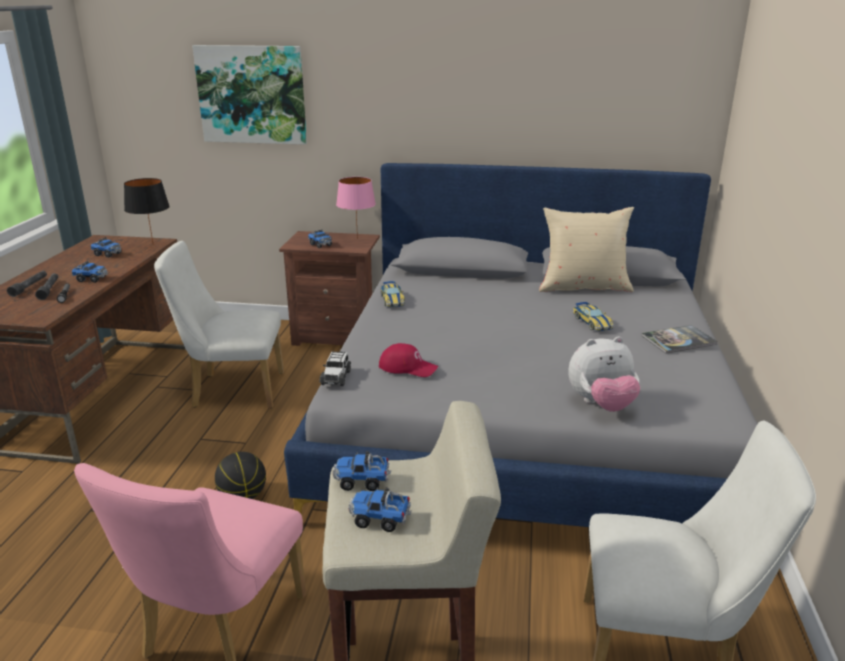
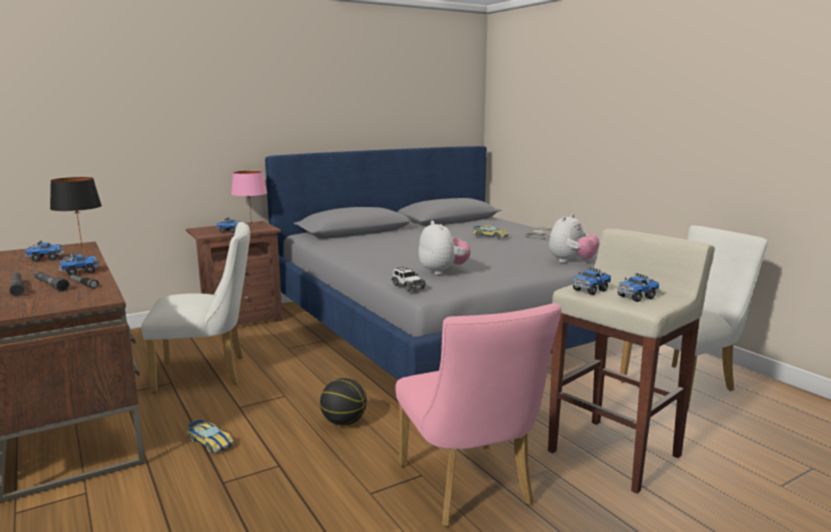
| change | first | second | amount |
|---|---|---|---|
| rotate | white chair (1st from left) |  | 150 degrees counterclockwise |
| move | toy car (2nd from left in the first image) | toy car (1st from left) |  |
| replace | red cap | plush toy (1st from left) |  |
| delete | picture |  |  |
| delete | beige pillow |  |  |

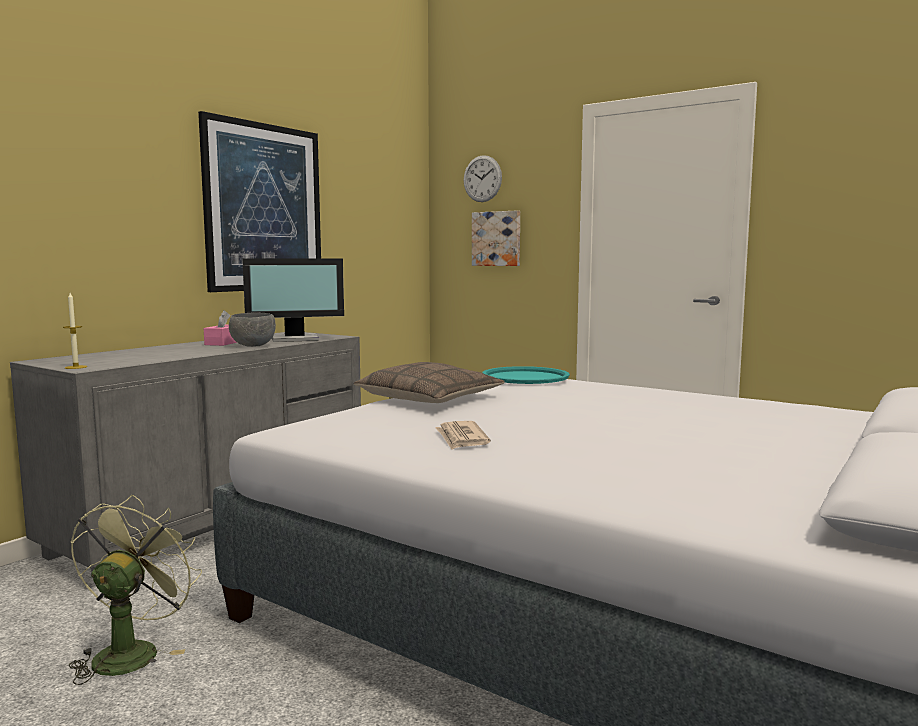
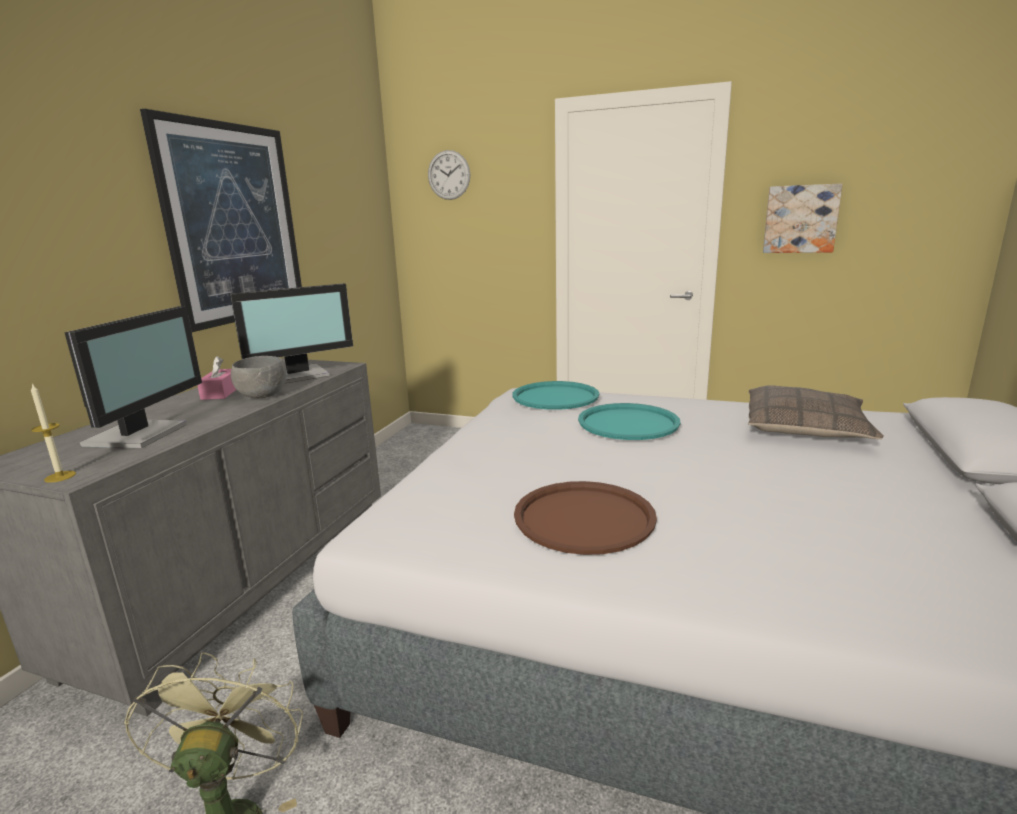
| change | first | second | amount |
|---|---|---|---|
| insert |  | monitor (1st from left) |  |
| replace | newspaper | brown tray |  |
| insert |  | turquoise tray (2nd from left) |  |
| move | pillow |  |  |
| move | picture (2nd from left) |  |  |

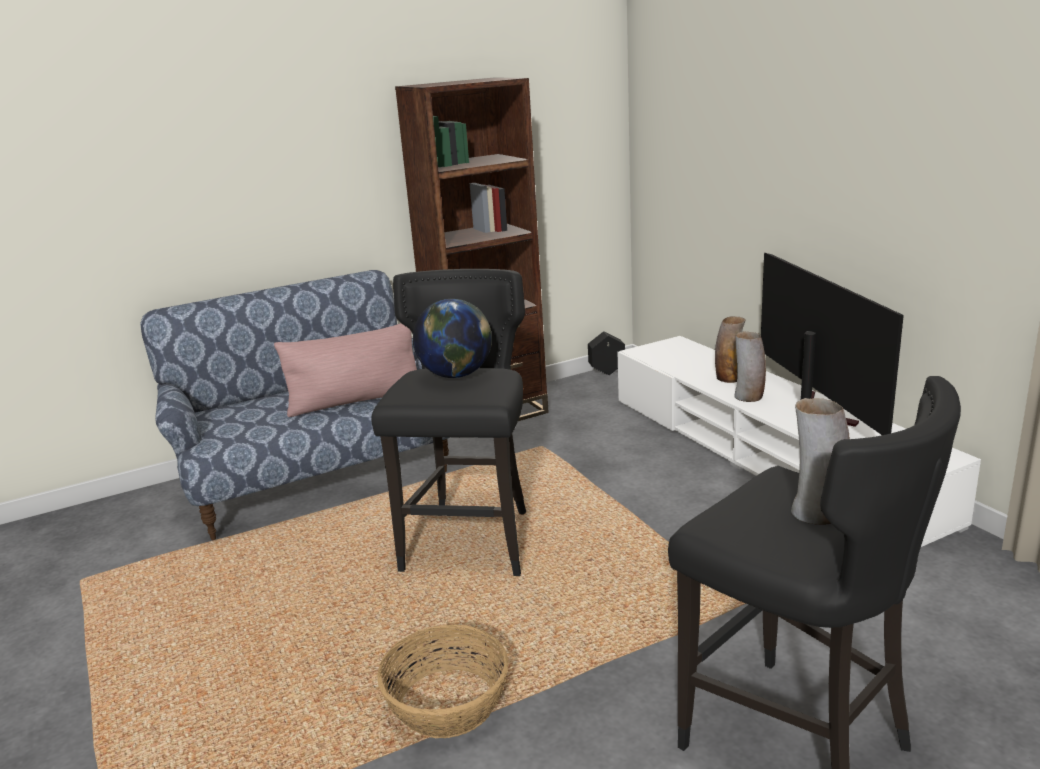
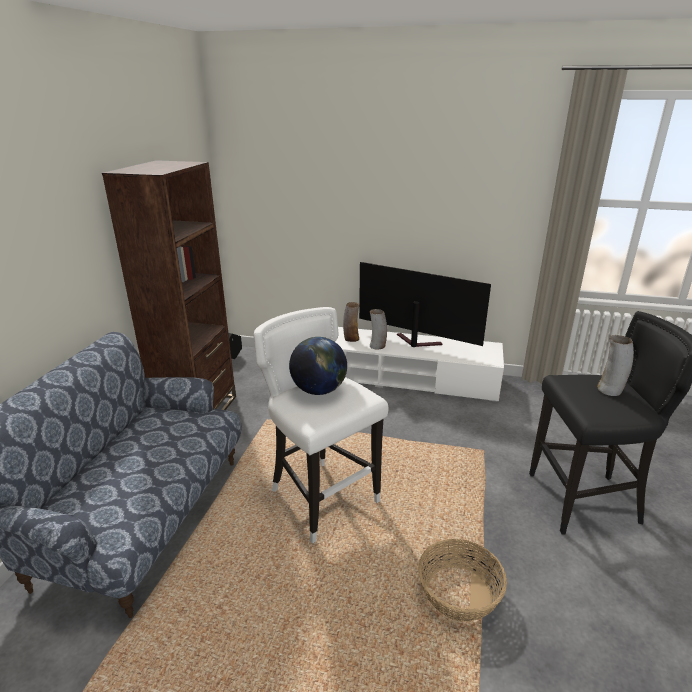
| change | first | second | amount |
|---|---|---|---|
| recolor | black stool (1st from left) | white stool |  |
| delete | pink pillow |  |  |

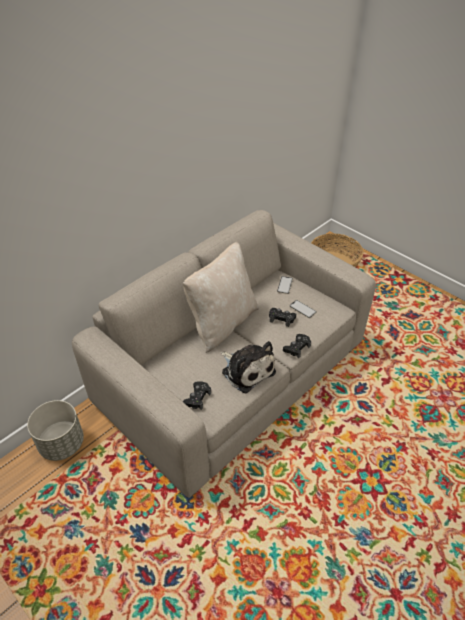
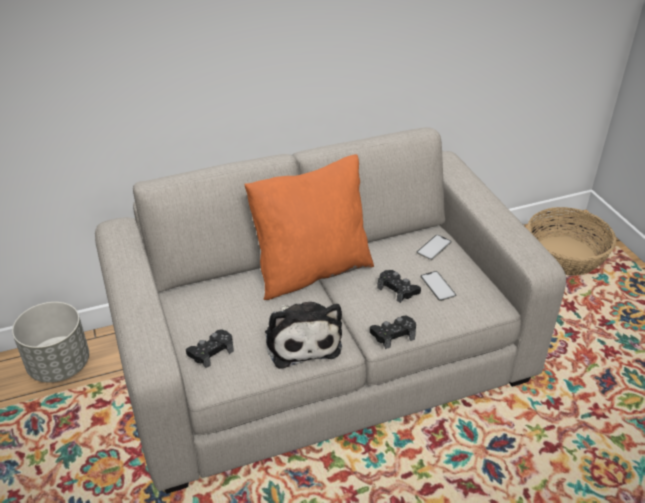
| change | first | second | amount |
|---|---|---|---|
| recolor | beige pillow | orange pillow |  |

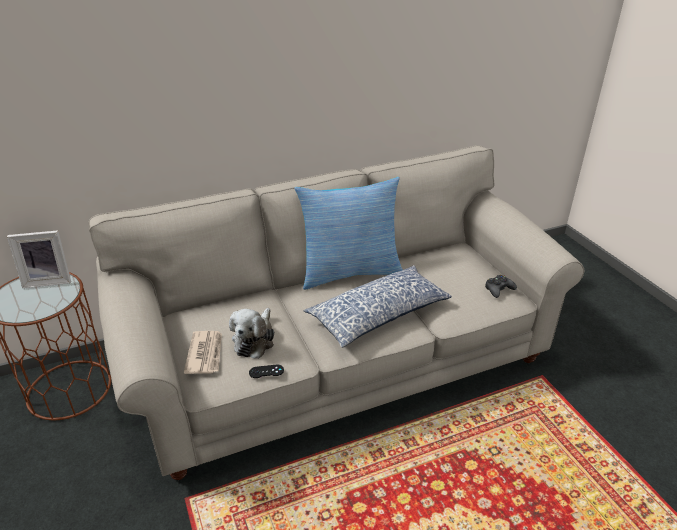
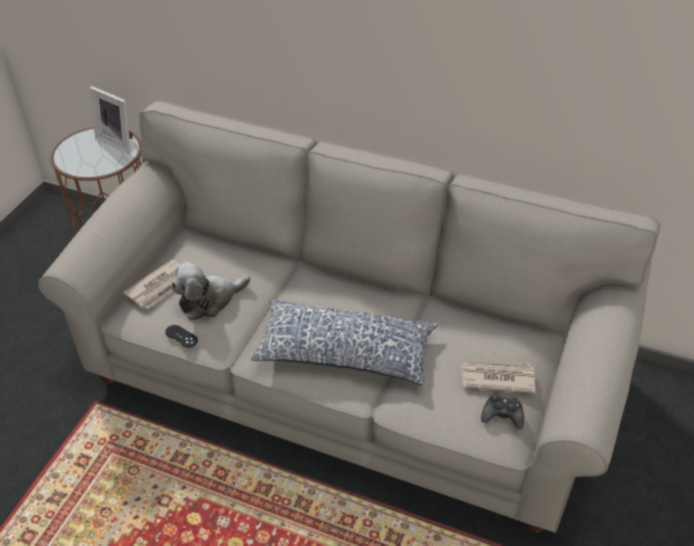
| change | first | second | amount |
|---|---|---|---|
| insert |  | newspaper (2nd from left) |  |
| delete | pillow (1st from left) |  |  |

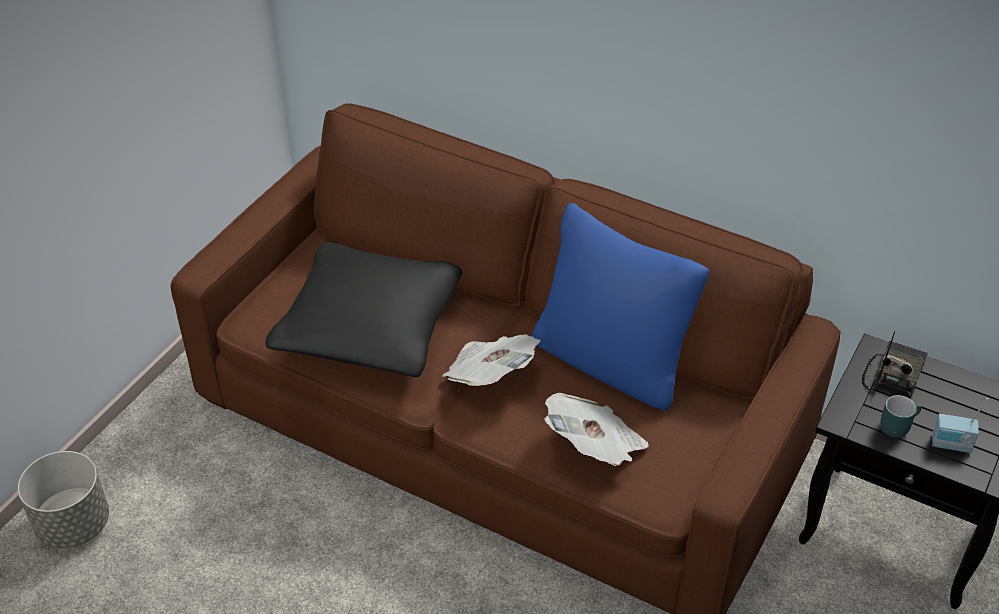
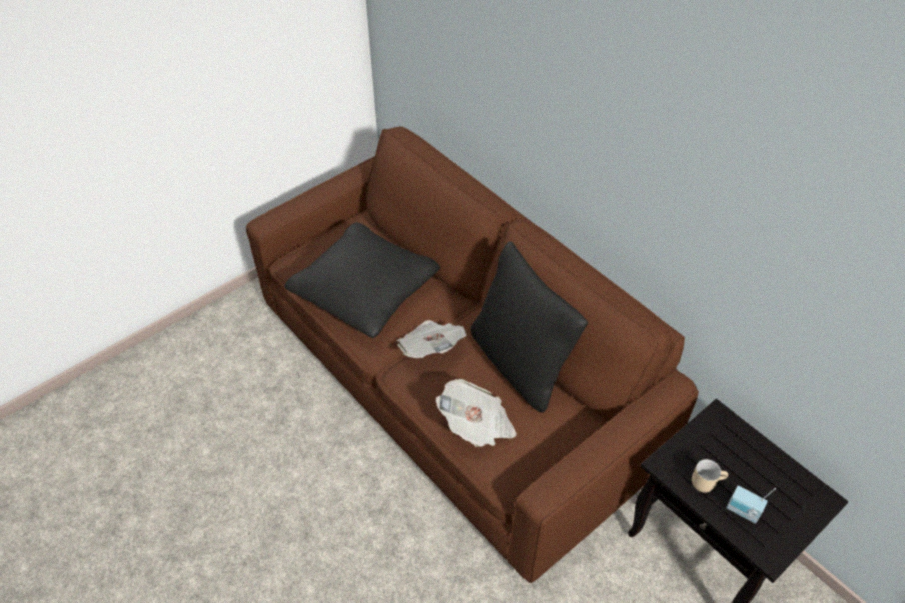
| change | first | second | amount |
|---|---|---|---|
| recolor | blue pillow | black pillow (2nd from left) |  |
| recolor | turquoise mug | beige mug |  |
| delete | grey planter |  |  |
| delete | radio (1st from left) |  |  |

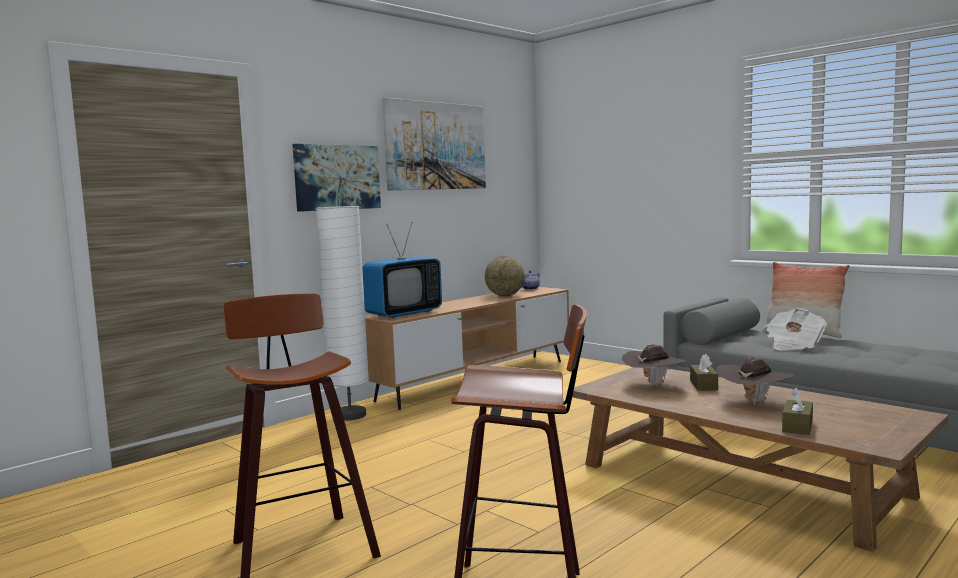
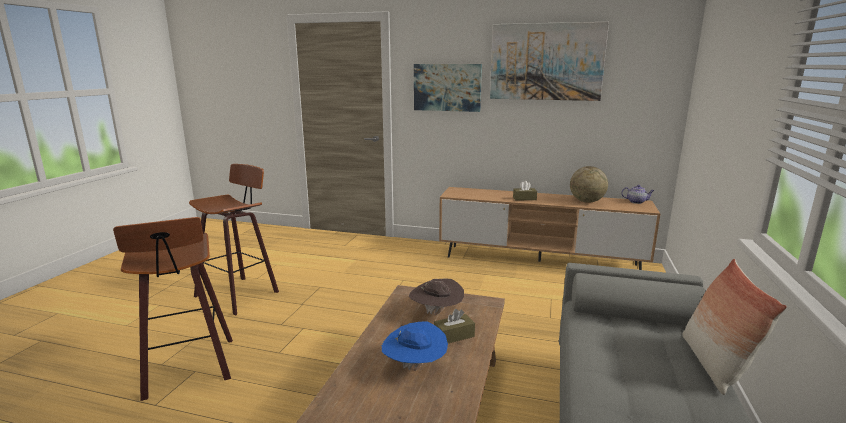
| change | first | second | amount |
|---|---|---|---|
| recolor | brown hat (2nd from left) | blue hat |  |
| move | brown tissue box (2nd from left) |  |  |
| delete | white floor lamp |  |  |
| delete | television |  |  |
| delete | newspaper |  |  |

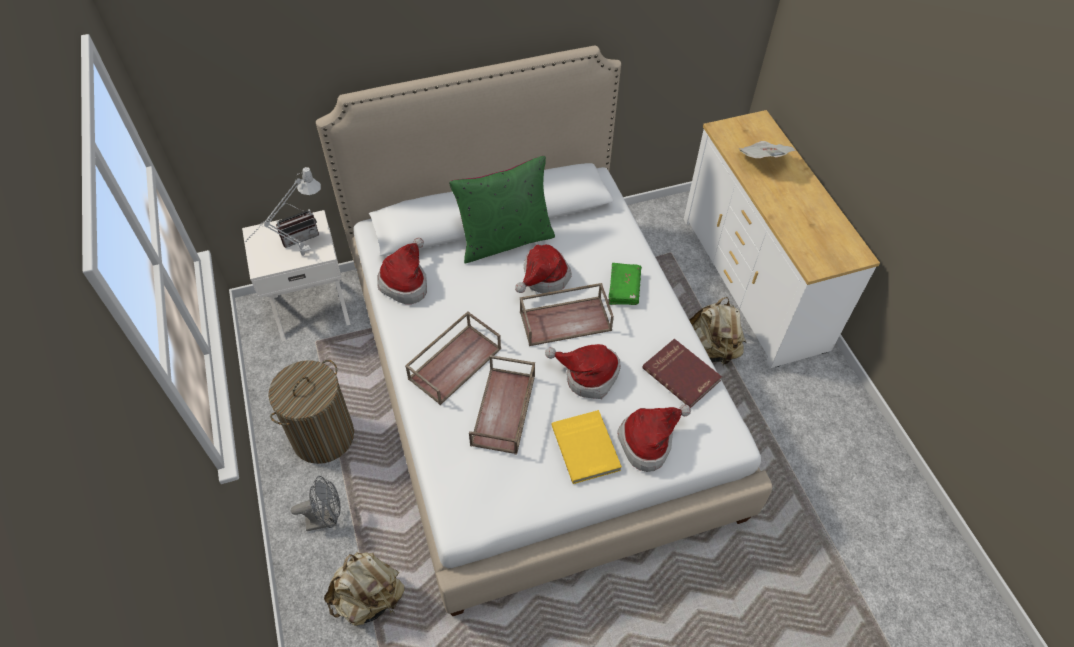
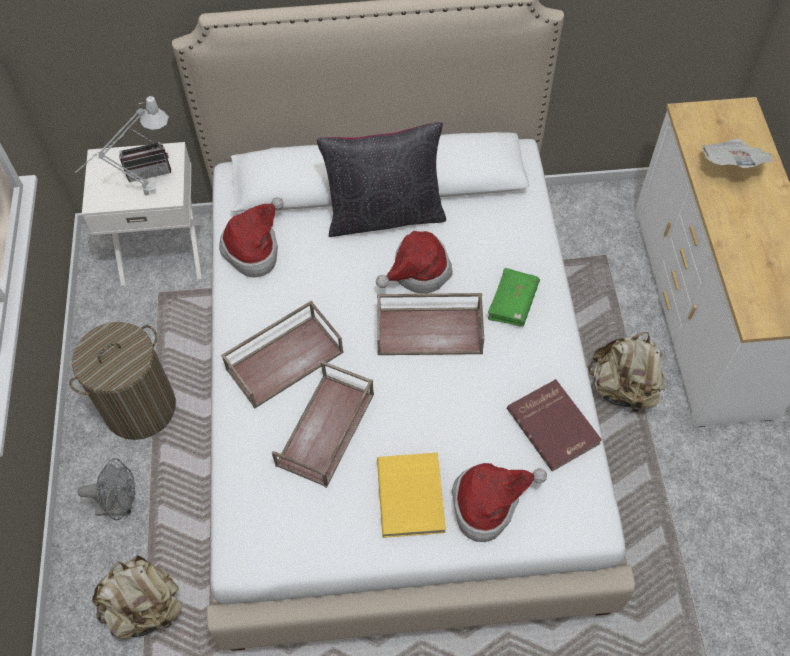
| change | first | second | amount |
|---|---|---|---|
| recolor | green pillow | black pillow |  |
| delete | hat (3rd from left) |  |  |

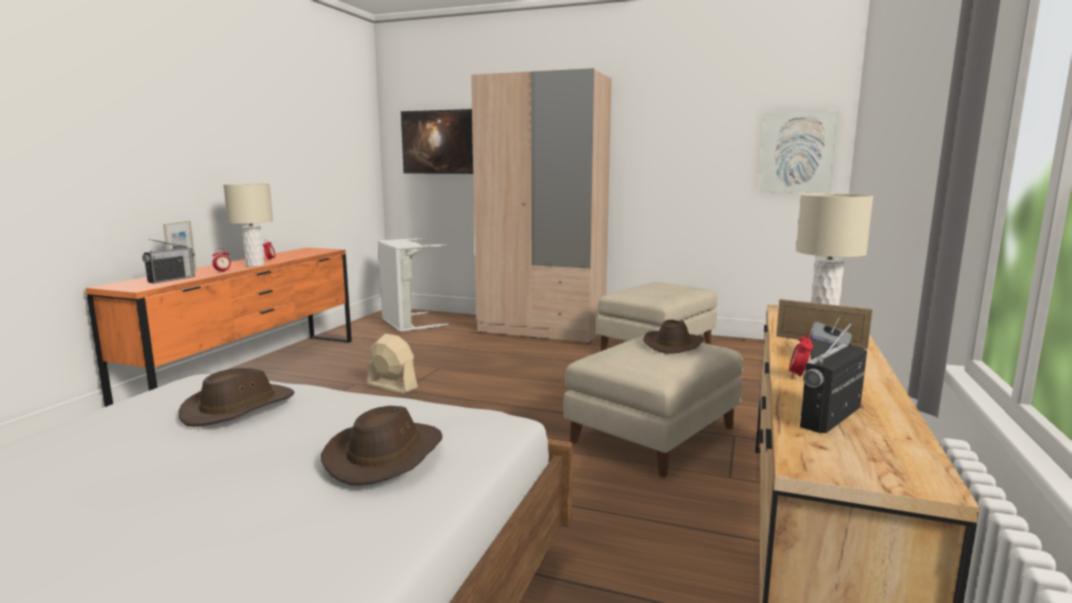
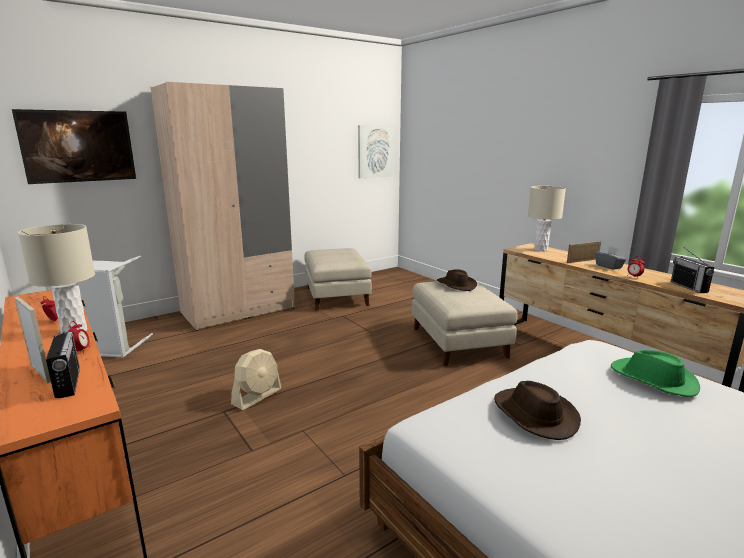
| change | first | second | amount |
|---|---|---|---|
| rotate | beige fan |  | 150 degrees clockwise |
| recolor | brown hat (2nd from left) | green hat |  |

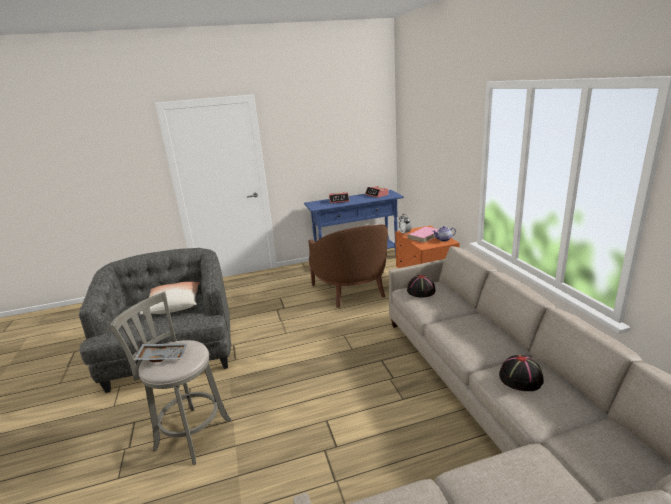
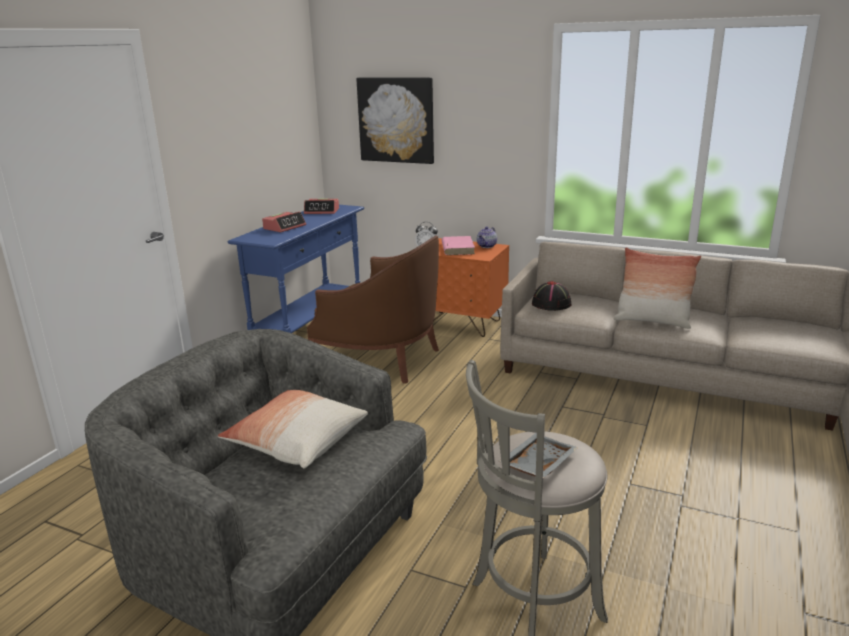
| change | first | second | amount |
|---|---|---|---|
| insert |  | picture |  |
| insert |  | pillow (2nd from left) |  |
| delete | black hat (2nd from left) |  |  |

